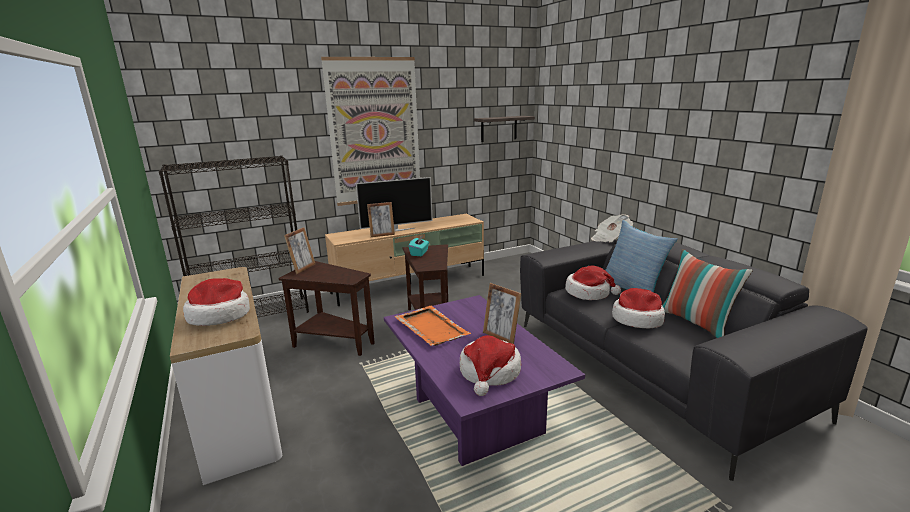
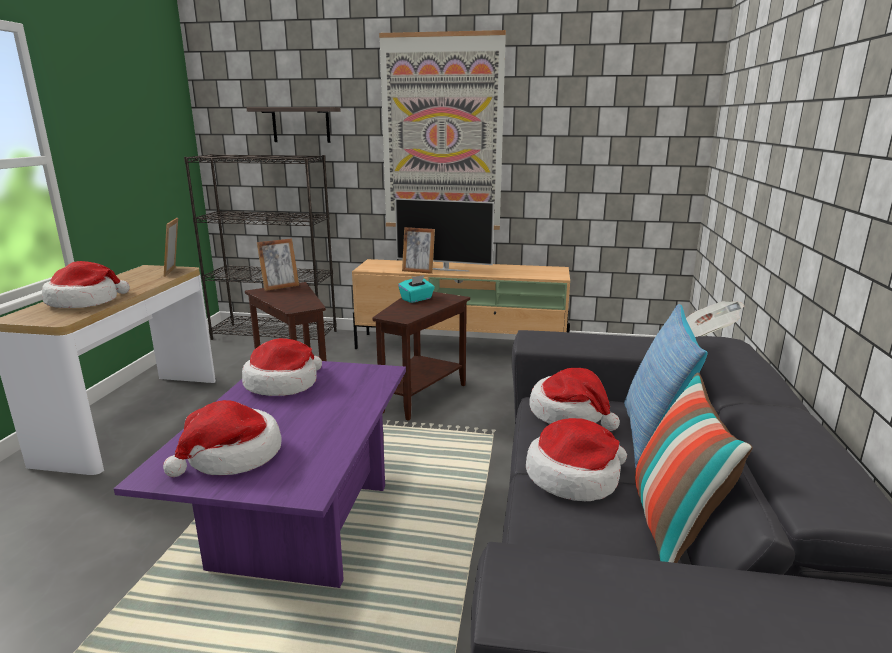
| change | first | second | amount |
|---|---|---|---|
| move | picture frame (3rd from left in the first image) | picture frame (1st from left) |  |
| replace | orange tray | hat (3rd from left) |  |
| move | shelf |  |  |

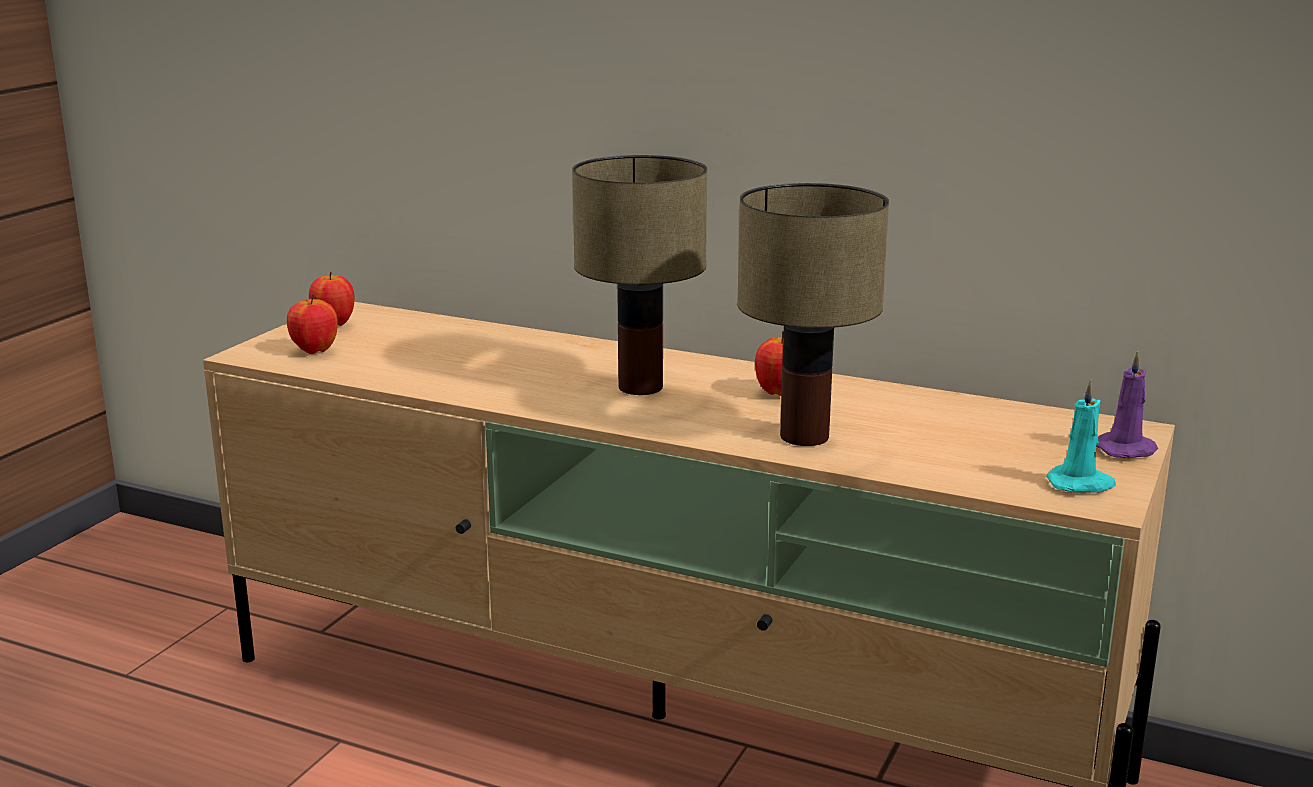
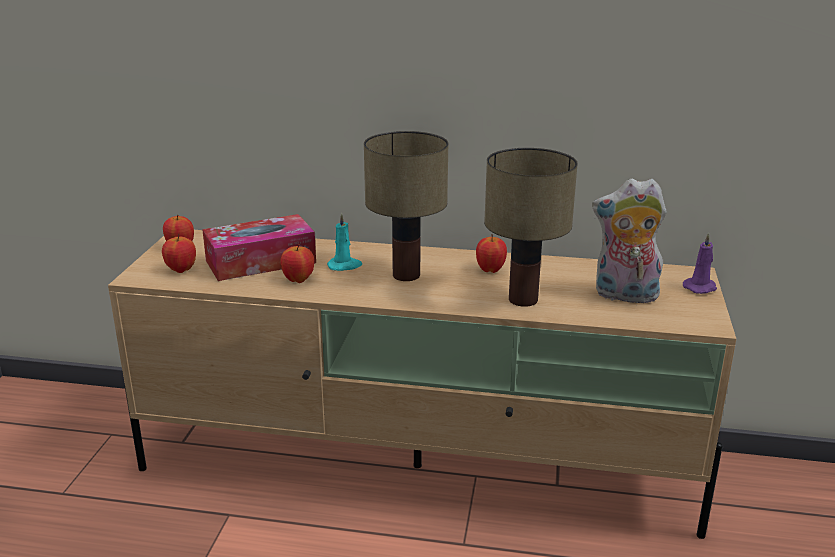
| change | first | second | amount |
|---|---|---|---|
| insert |  | tissue box |  |
| insert |  | apple (3rd from left) |  |
| move | turquoise candle |  |  |
| insert |  | plush toy |  |

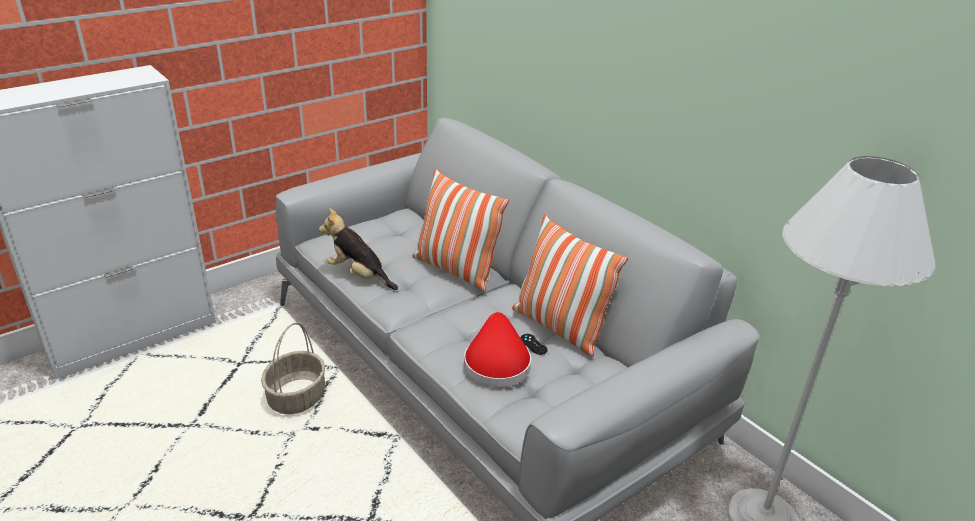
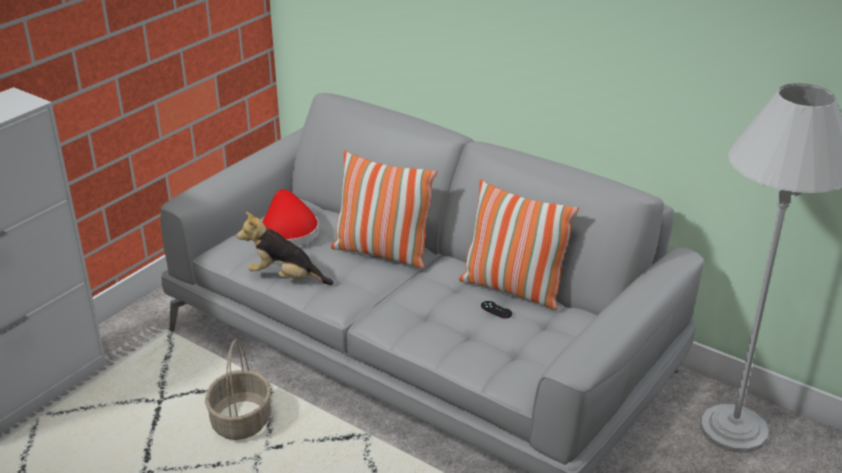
| change | first | second | amount |
|---|---|---|---|
| move | red hat |  |  |

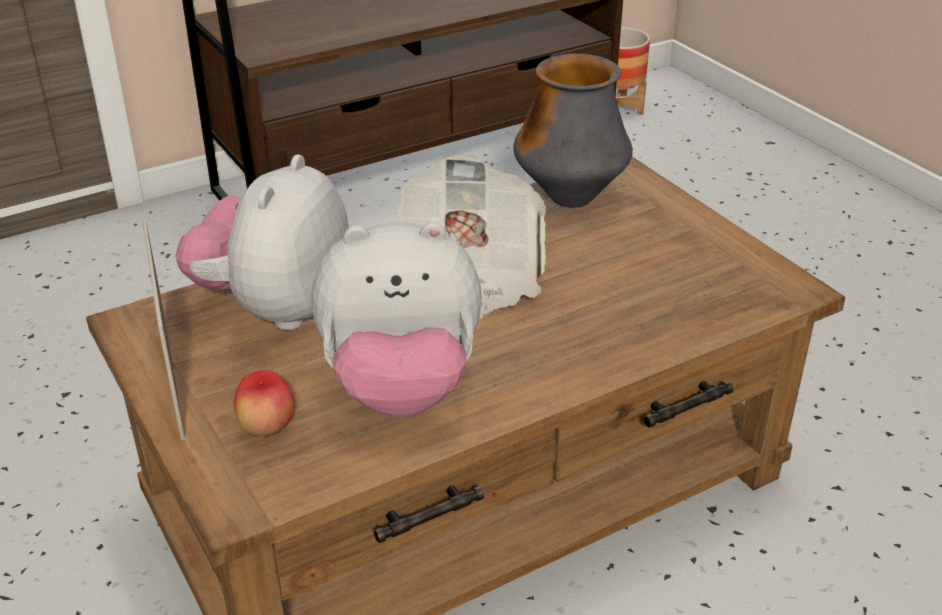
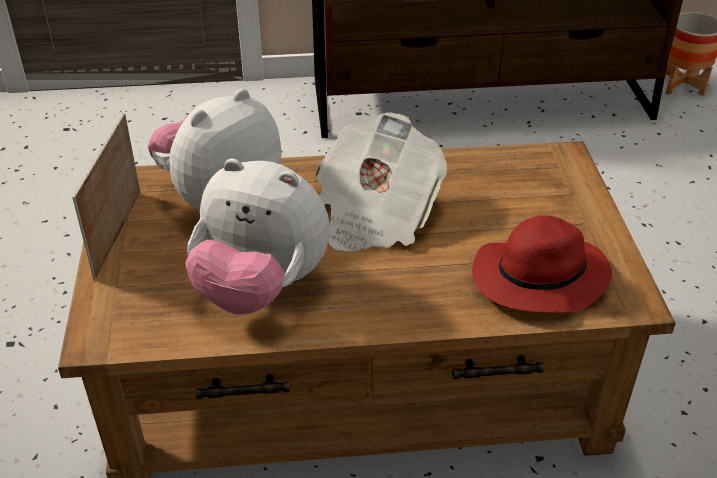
| change | first | second | amount |
|---|---|---|---|
| insert |  | red hat |  |
| delete | apple |  |  |
| delete | vase |  |  |

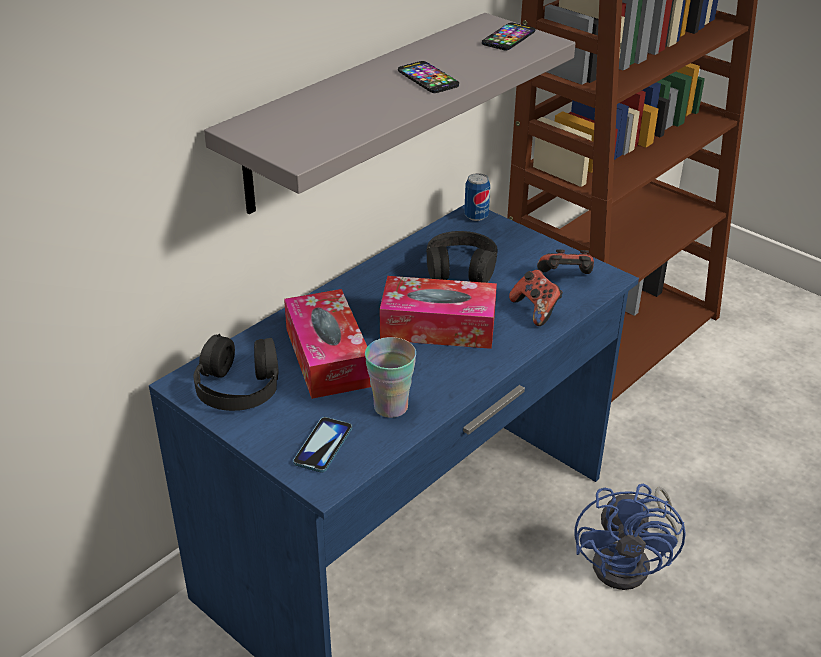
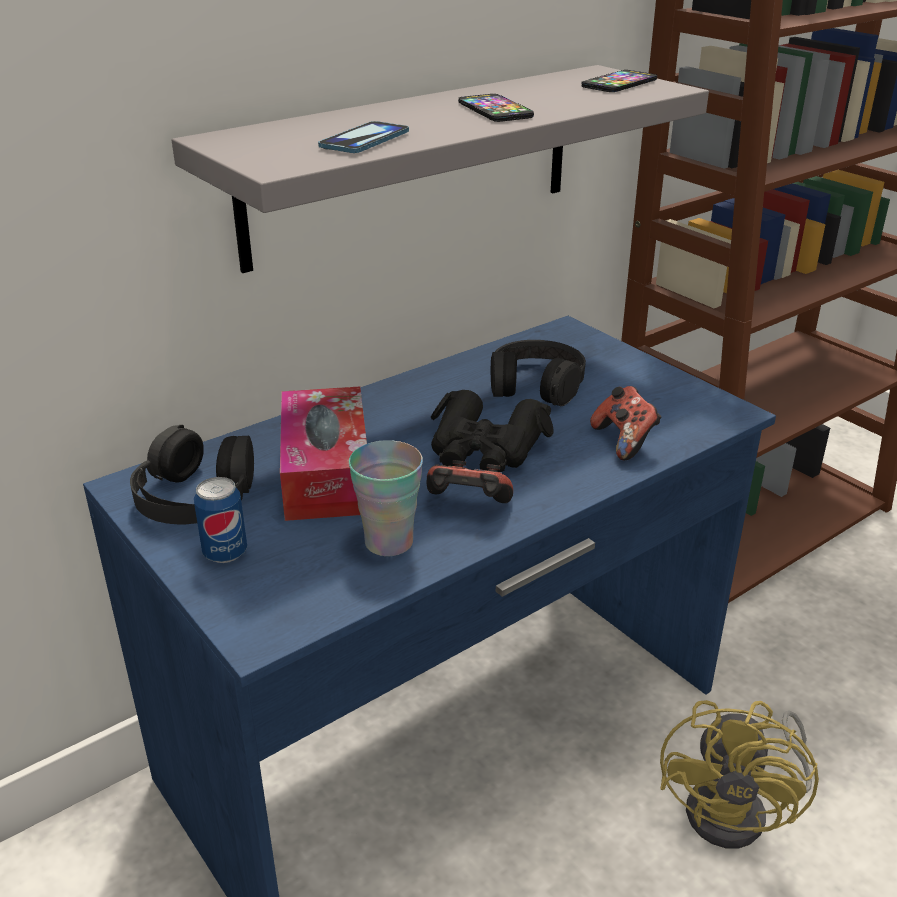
| change | first | second | amount |
|---|---|---|---|
| move | can |  |  |
| move | phone (1st from left) |  |  |
| move | game controller (2nd from left in the first image) | game controller (1st from left) |  |
| replace | tissue box (2nd from left) | black binoculars |  |
| recolor | blue fan | yellow fan |  |

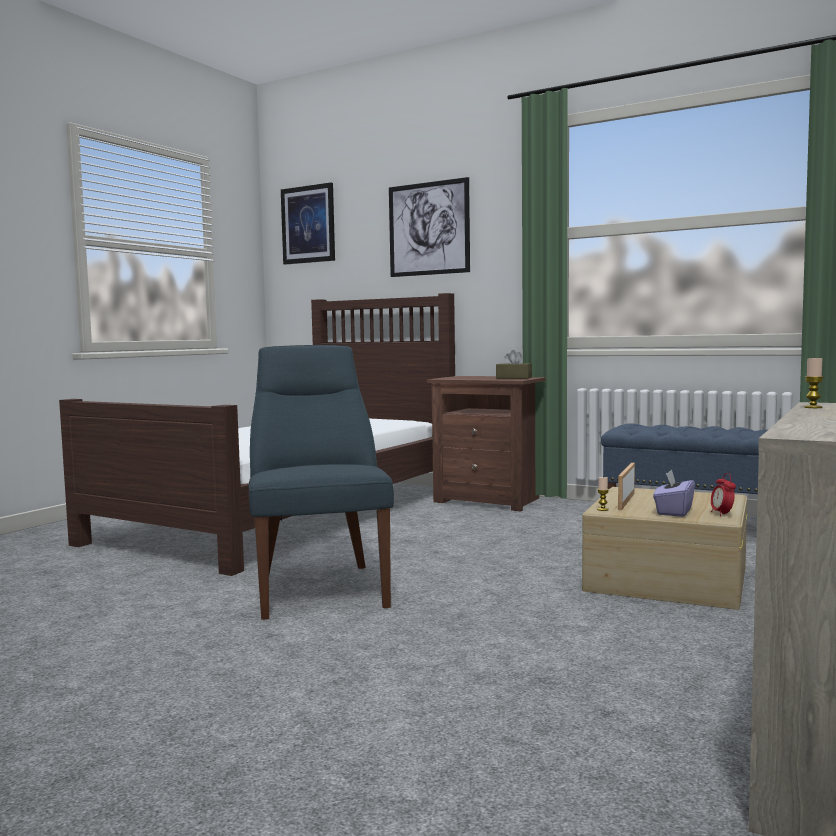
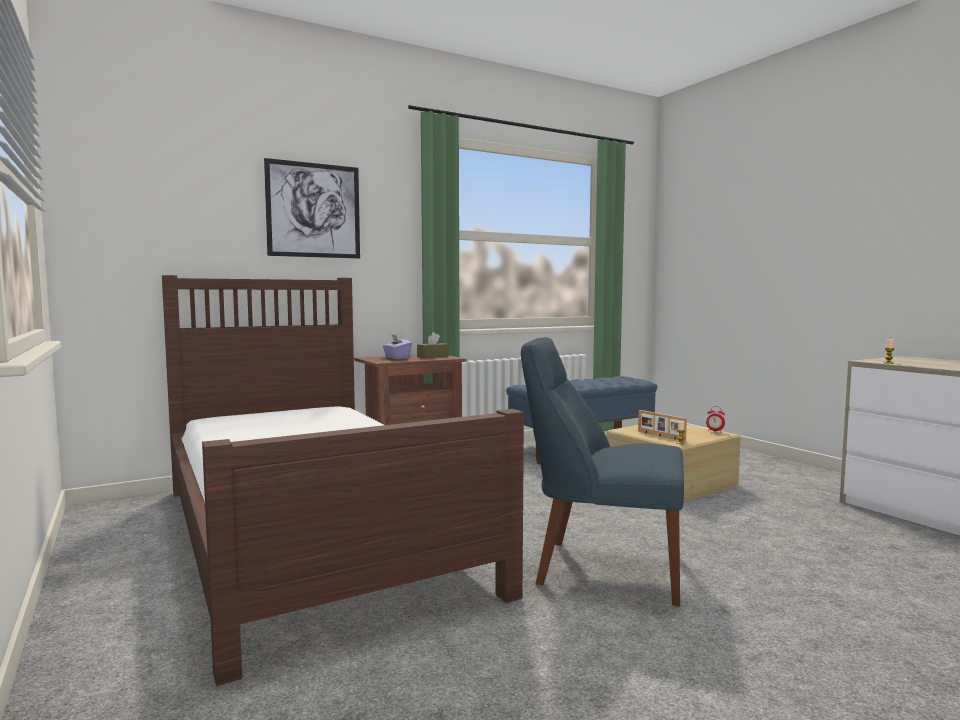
| change | first | second | amount |
|---|---|---|---|
| move | purple tissue box |  |  |
| delete | picture (1st from left) |  |  |

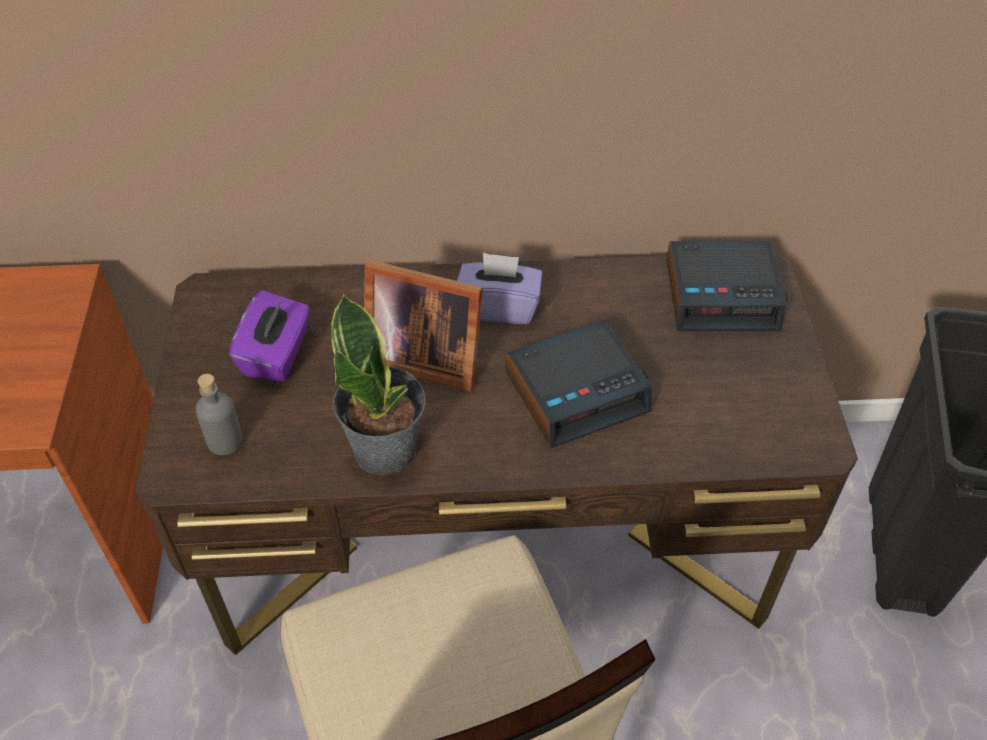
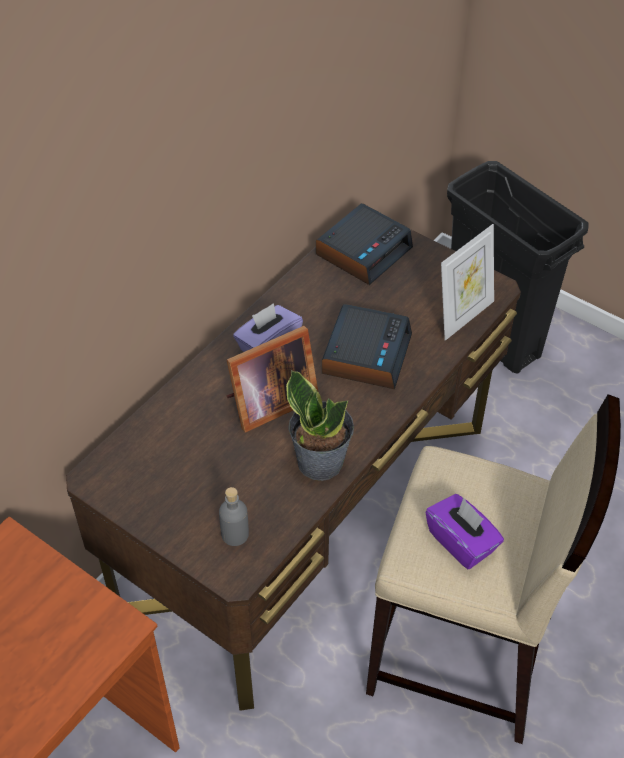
| change | first | second | amount |
|---|---|---|---|
| move | purple tissue box (1st from left in the first image) | purple tissue box (2nd from left) |  |
| insert |  | picture frame (2nd from left) |  |

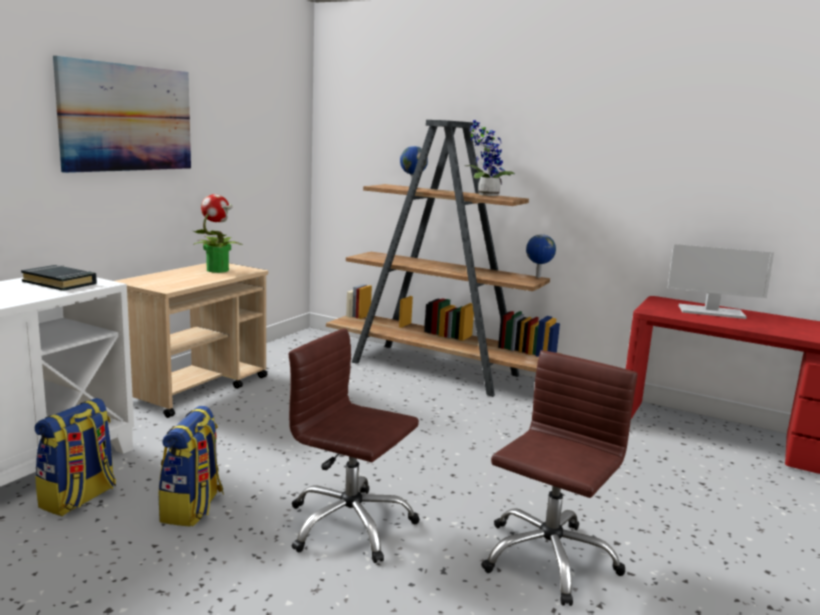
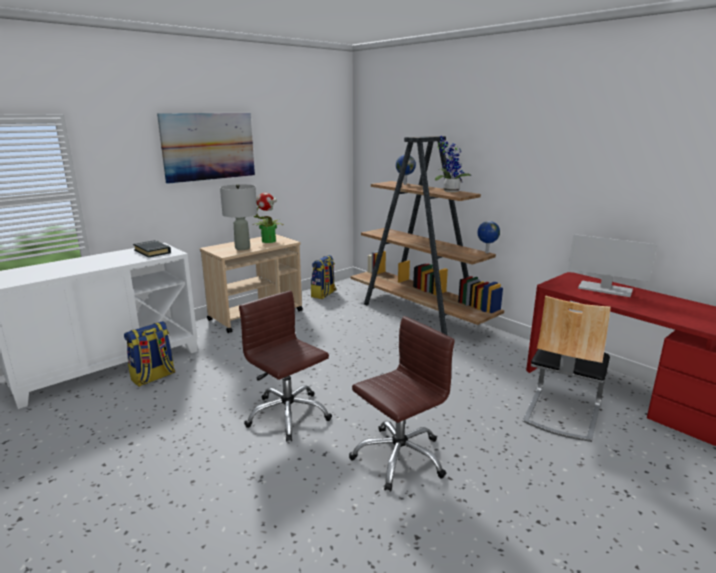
| change | first | second | amount |
|---|---|---|---|
| insert |  | grey table lamp |  |
| move | backpack (2nd from left) |  |  |
| insert |  | chair |  |

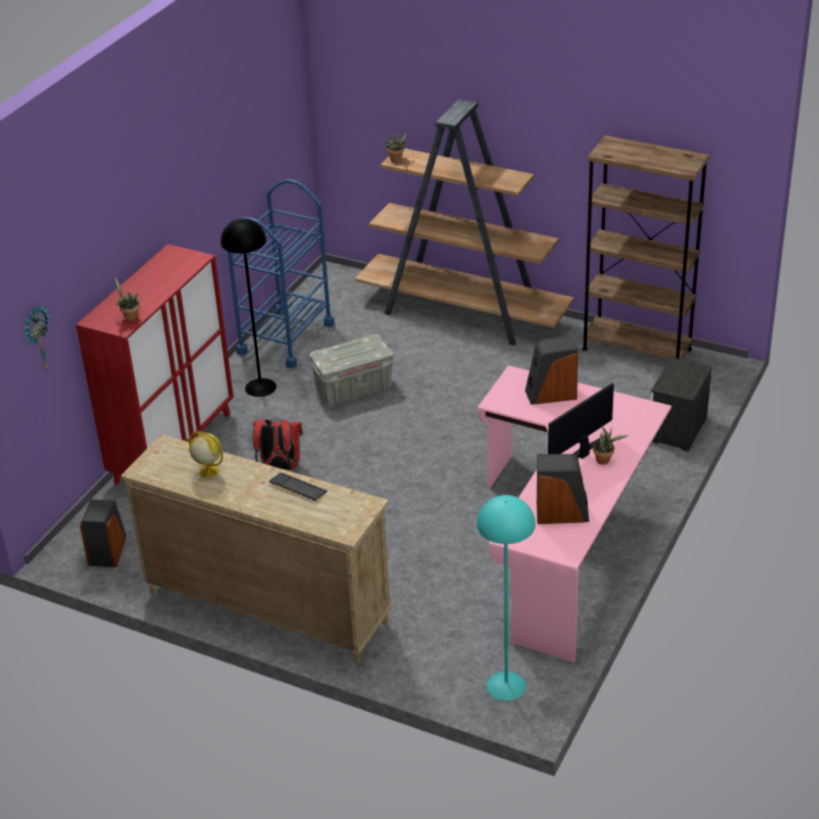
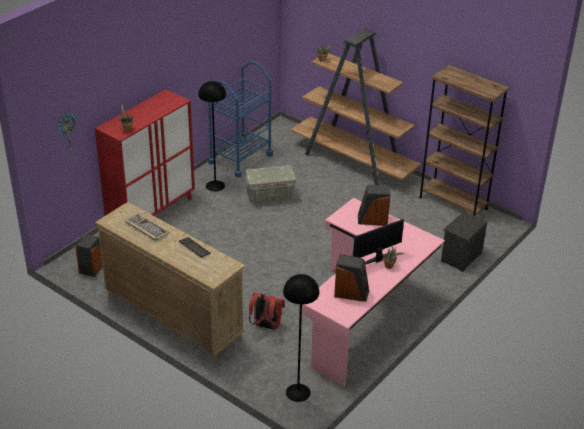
| change | first | second | amount |
|---|---|---|---|
| replace | globe | keyboard (1st from left) |  |
| move | red backpack |  |  |
| recolor | turquoise floor lamp | black floor lamp (2nd from left) |  |

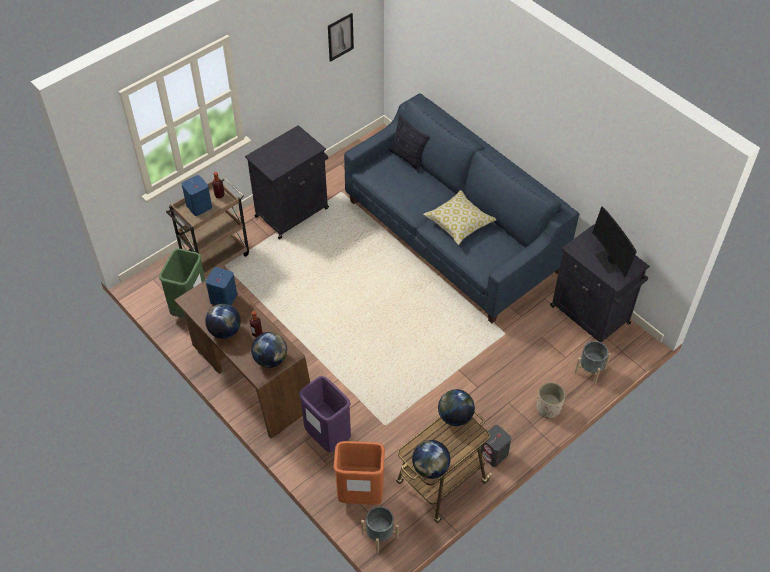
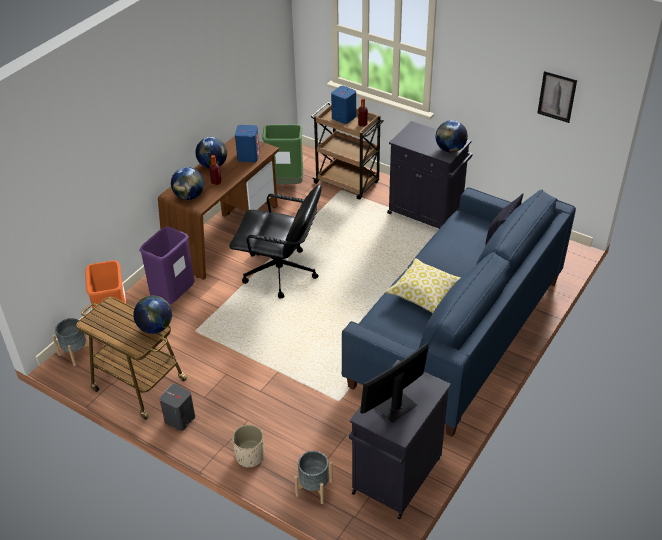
| change | first | second | amount |
|---|---|---|---|
| insert |  | black office chair |  |
| move | globe (3rd from left in the first image) | globe (4th from left) |  |

